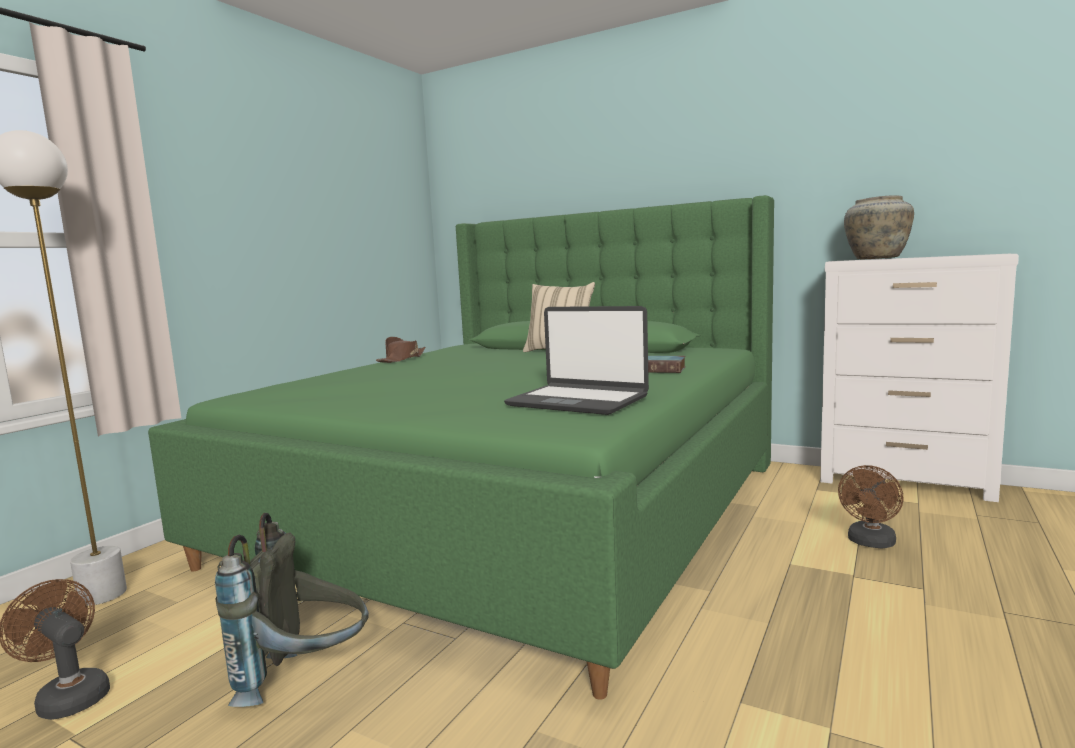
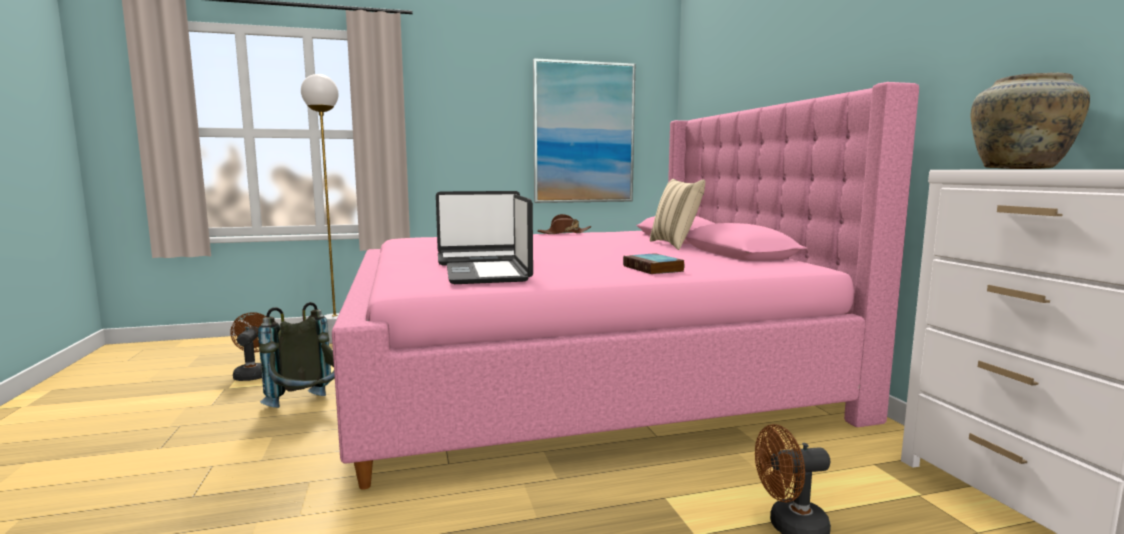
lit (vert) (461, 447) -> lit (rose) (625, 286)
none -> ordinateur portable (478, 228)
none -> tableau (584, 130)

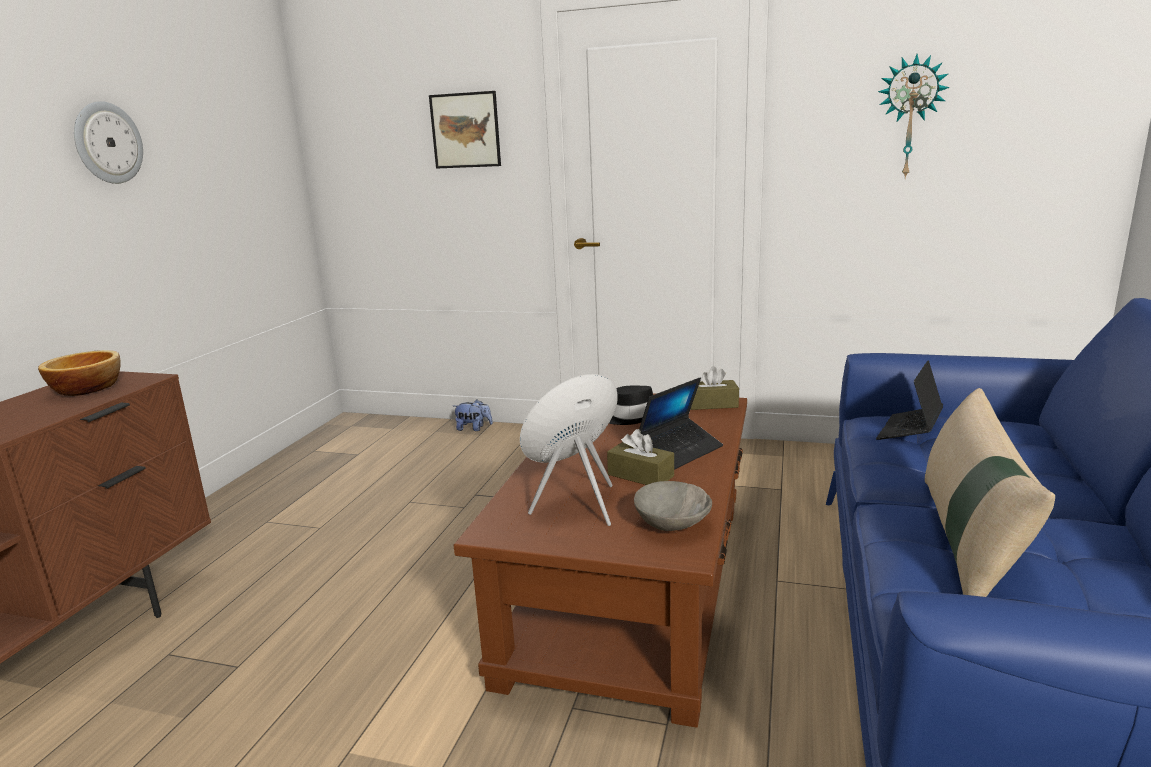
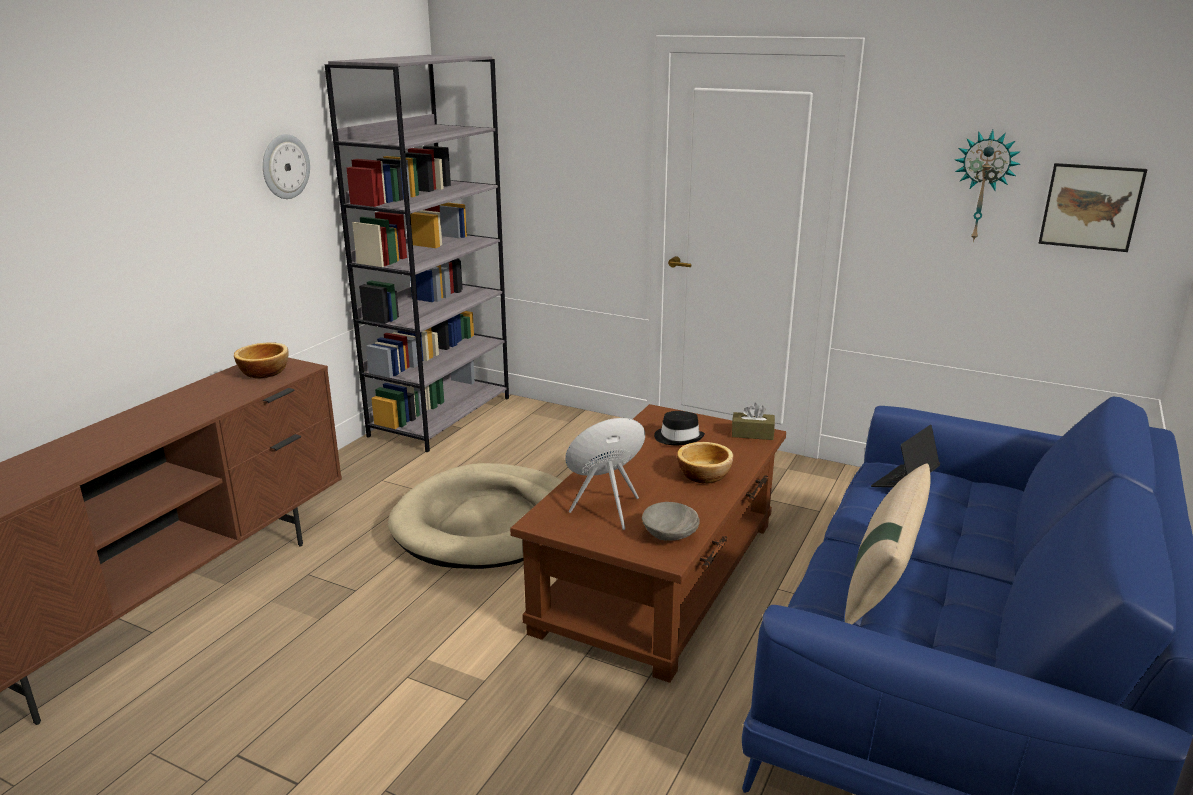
none -> bibliothèque (gris) (417, 253)
none -> panier pour chien (beige) (475, 516)
ordinateur portable (681, 424) -> bol (705, 462)
tableau (465, 130) -> tableau (1093, 207), relocated
peluche (473, 415) -> none
boîte à mouchoirs (marron) (640, 457) -> none

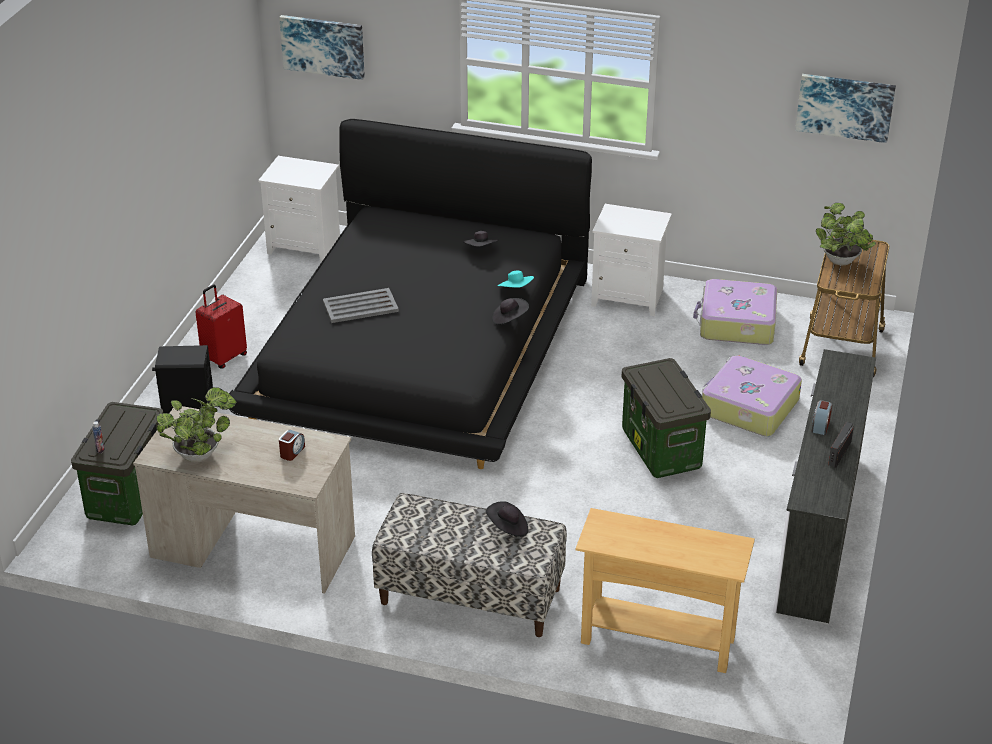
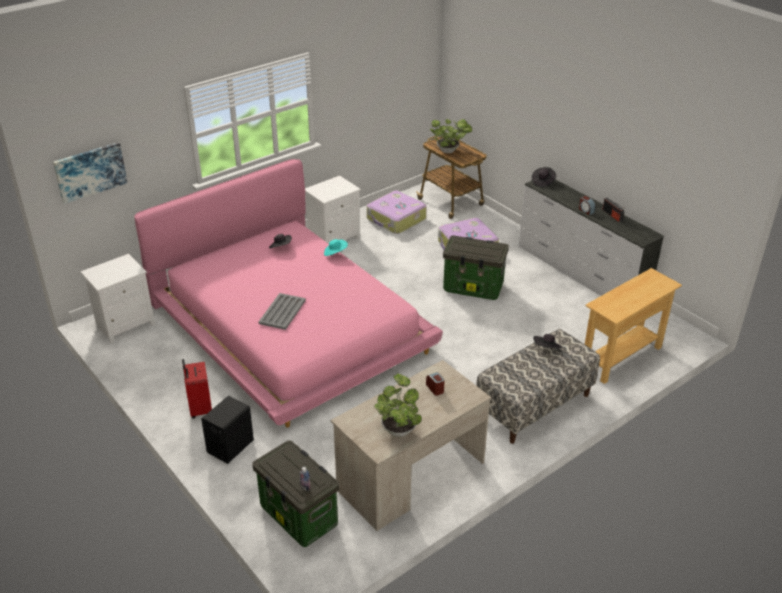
lit (noir) (410, 294) -> lit (rose) (288, 293)
chapeau (noir) (510, 311) -> chapeau (noir) (544, 177), relocated
tableau (845, 108) -> none

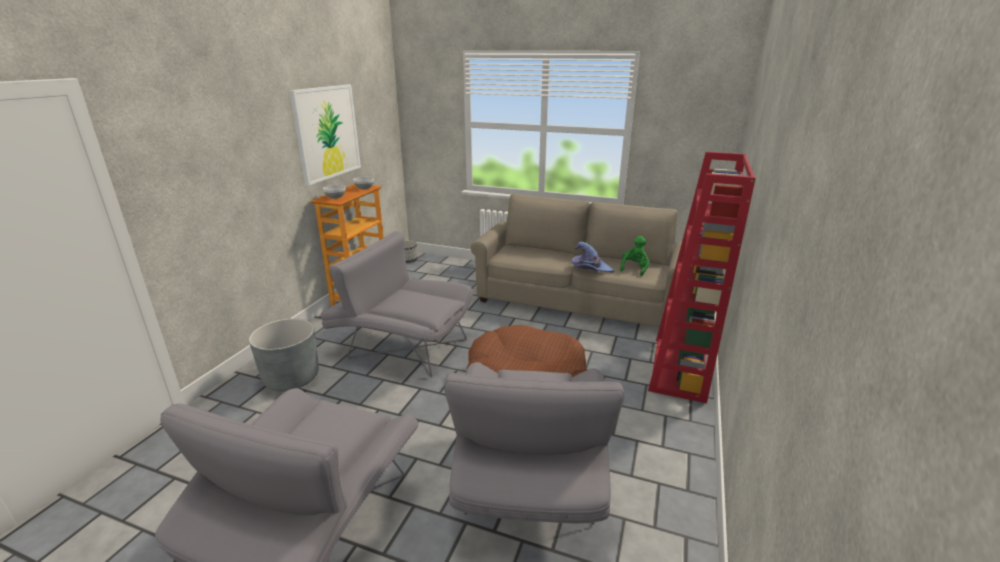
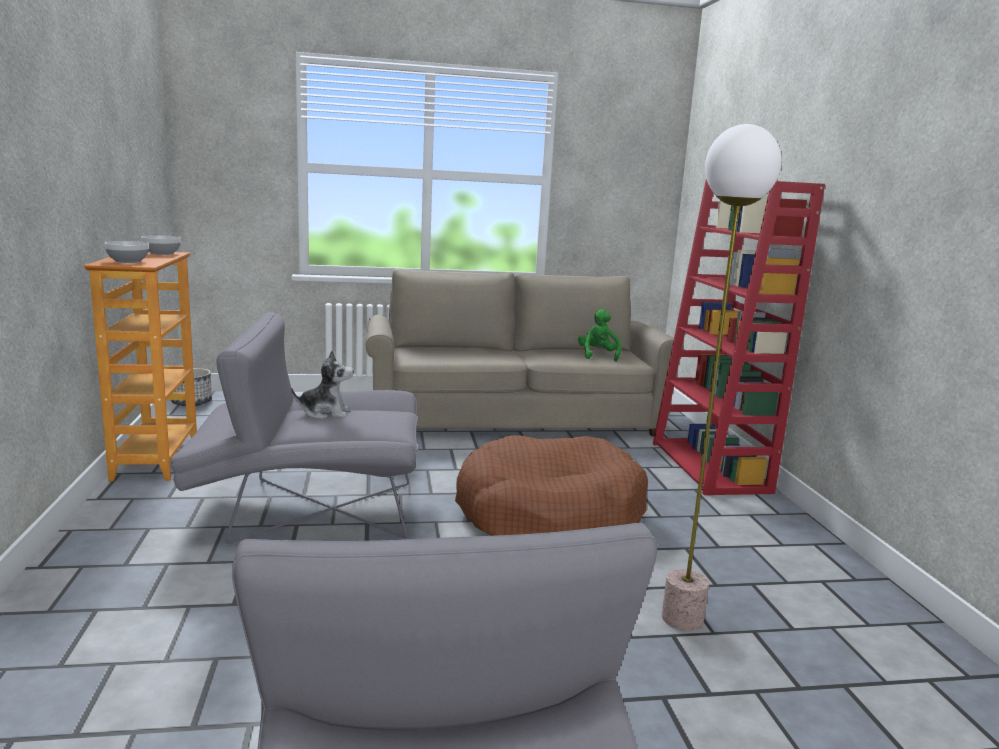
none -> peluche (322, 384)
fauteuil (gris) (534, 443) -> lampadaire (722, 377)
cache-pot (gris) (284, 354) -> none
tableau (325, 135) -> none
chapeau (violet) (593, 257) -> none

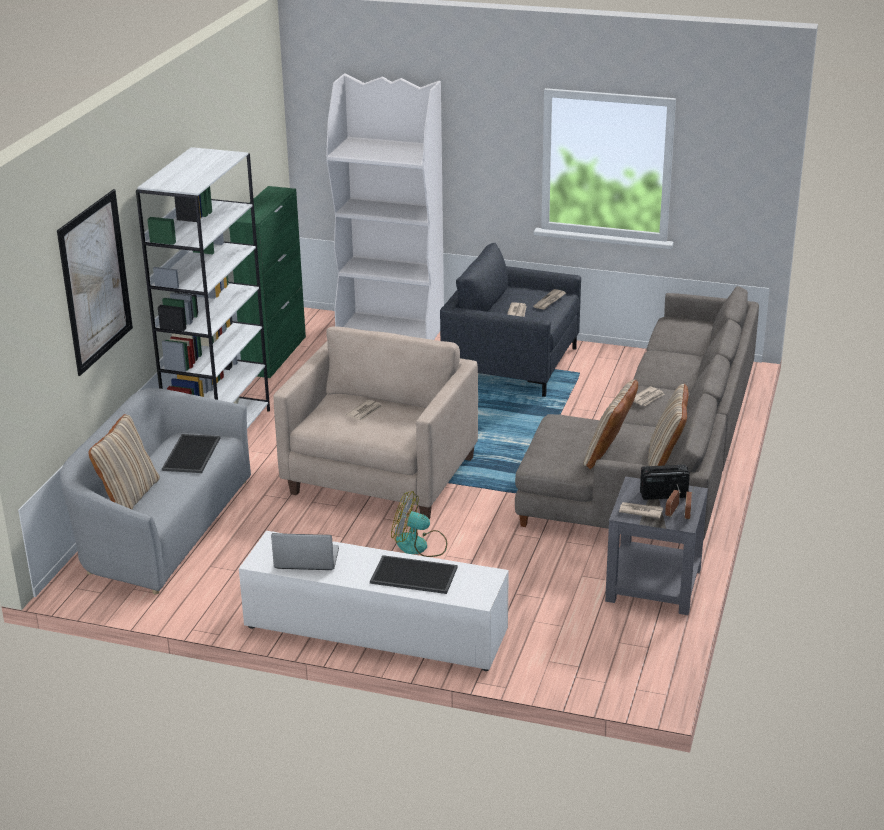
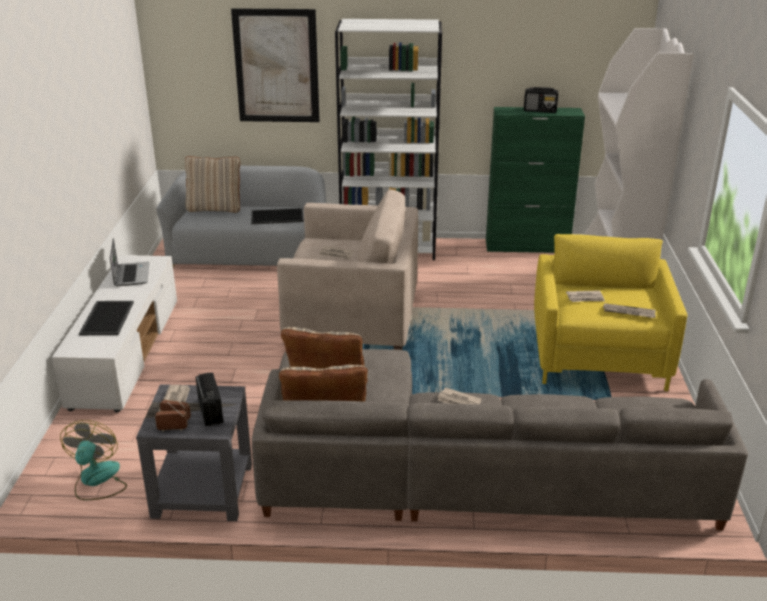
ventilateur (419, 524) -> ventilateur (93, 460), relocated
none -> radio (541, 100)
fauteuil (gris) (510, 320) -> fauteuil (jaune) (611, 312)

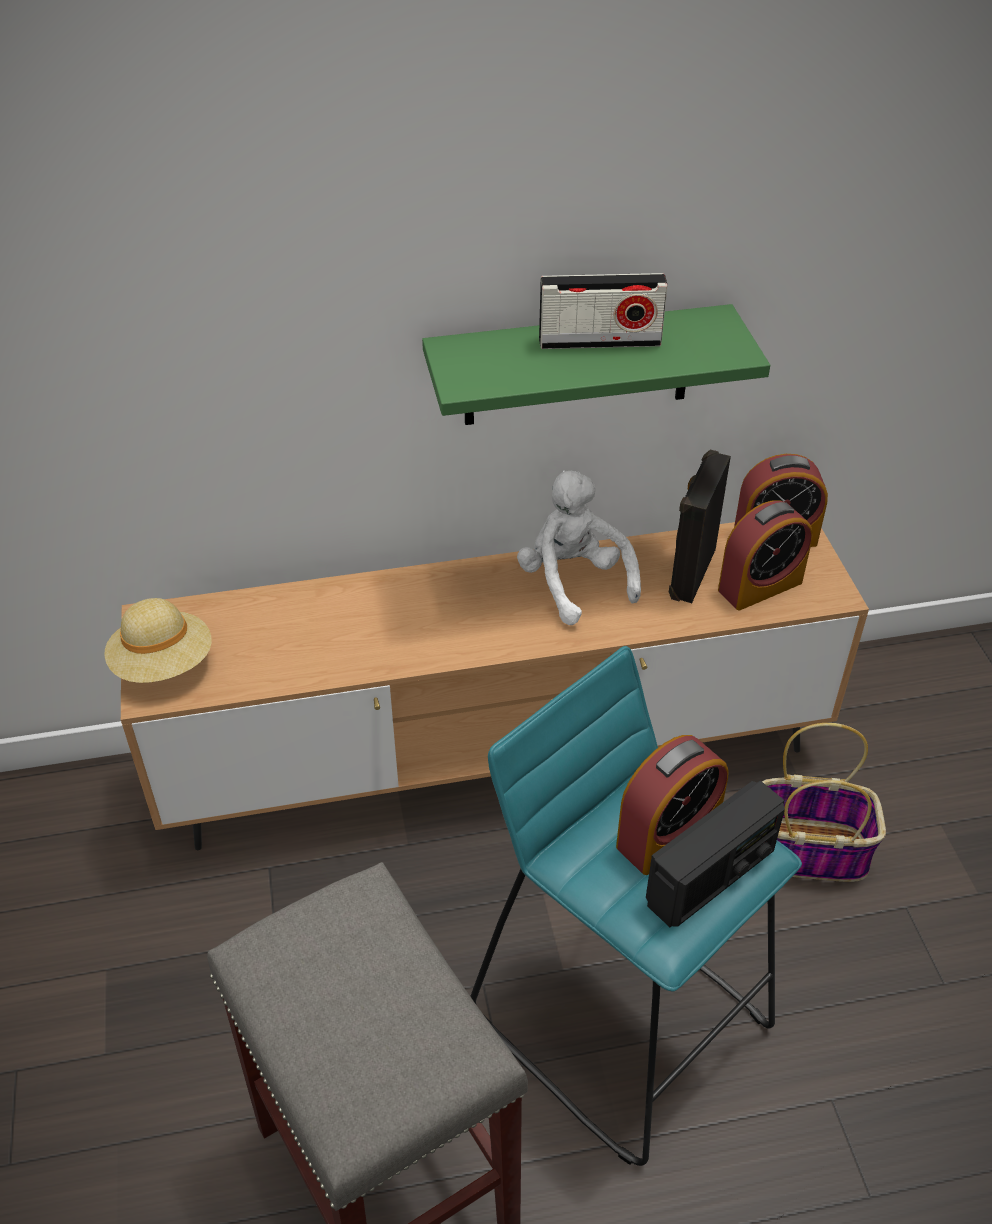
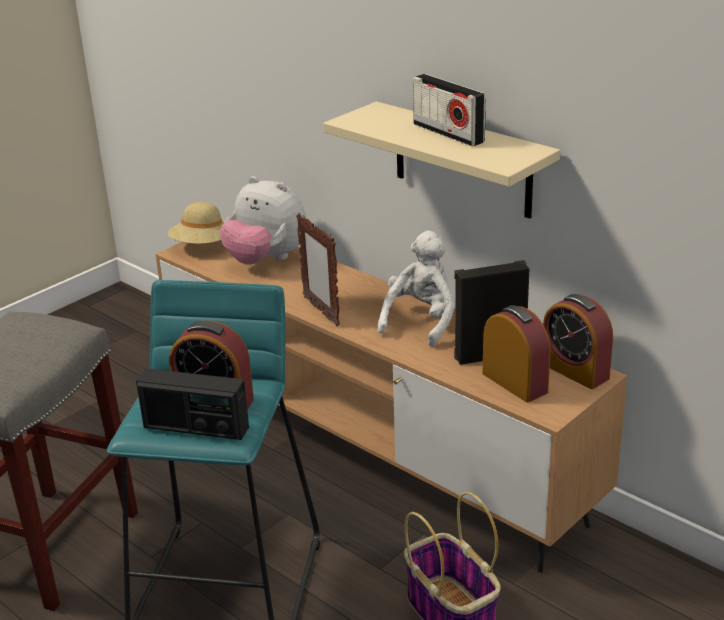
none -> peluche (263, 220)
none -> cadre photo (318, 270)
étagère (vert) (596, 364) -> étagère (beige) (441, 160)
réveil (765, 555) -> réveil (517, 353), 150 degrees counterclockwise

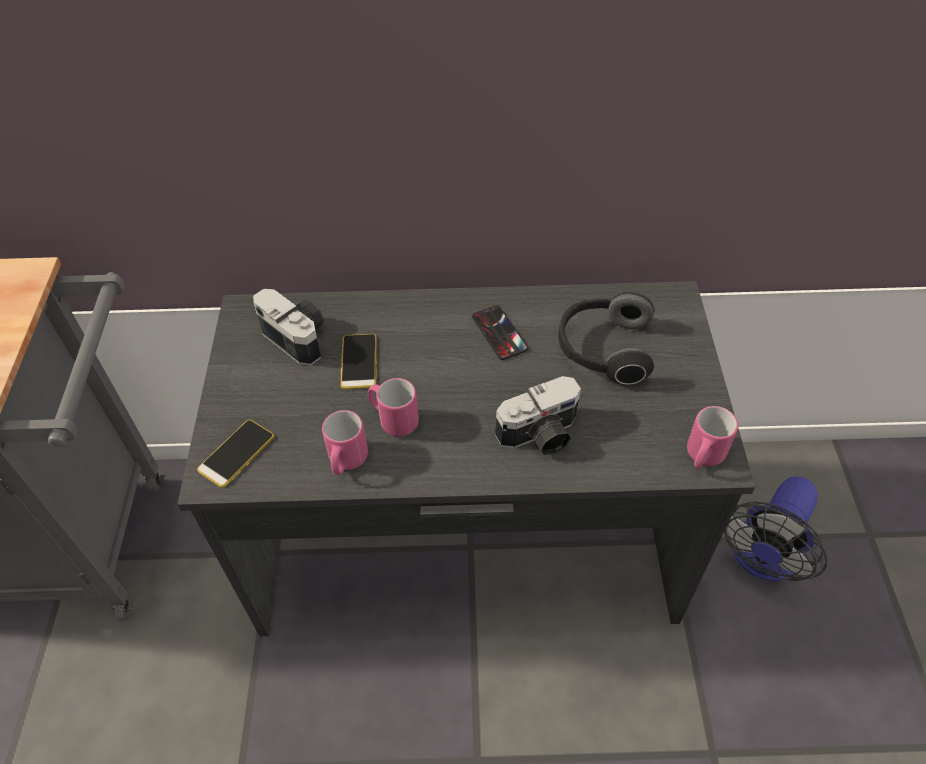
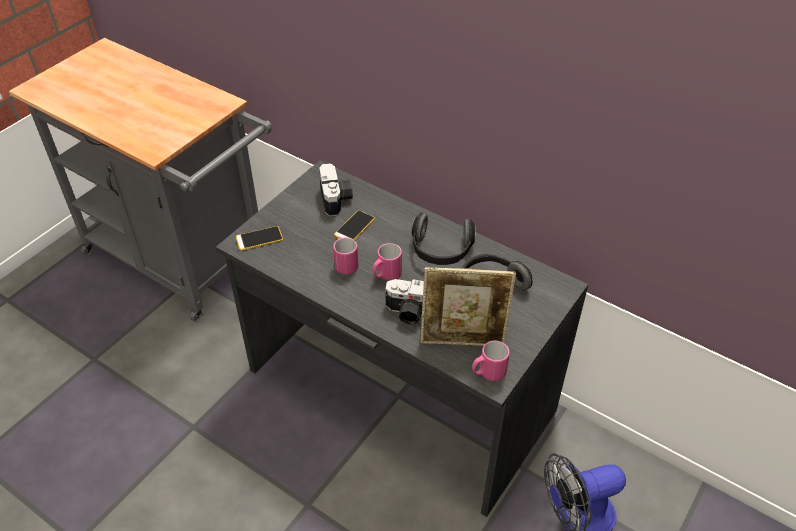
mug (rose) (345, 442) -> mug (rose) (387, 261), relocated
téléphone (500, 332) -> casque audio (443, 239)
none -> cadre photo (468, 306)

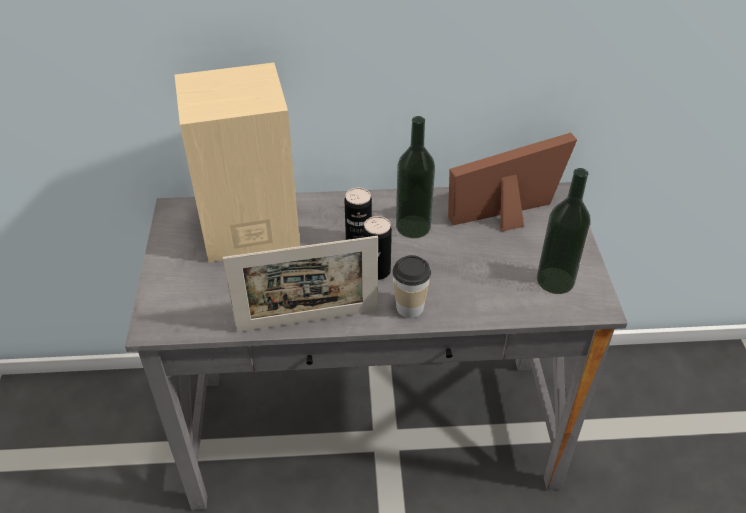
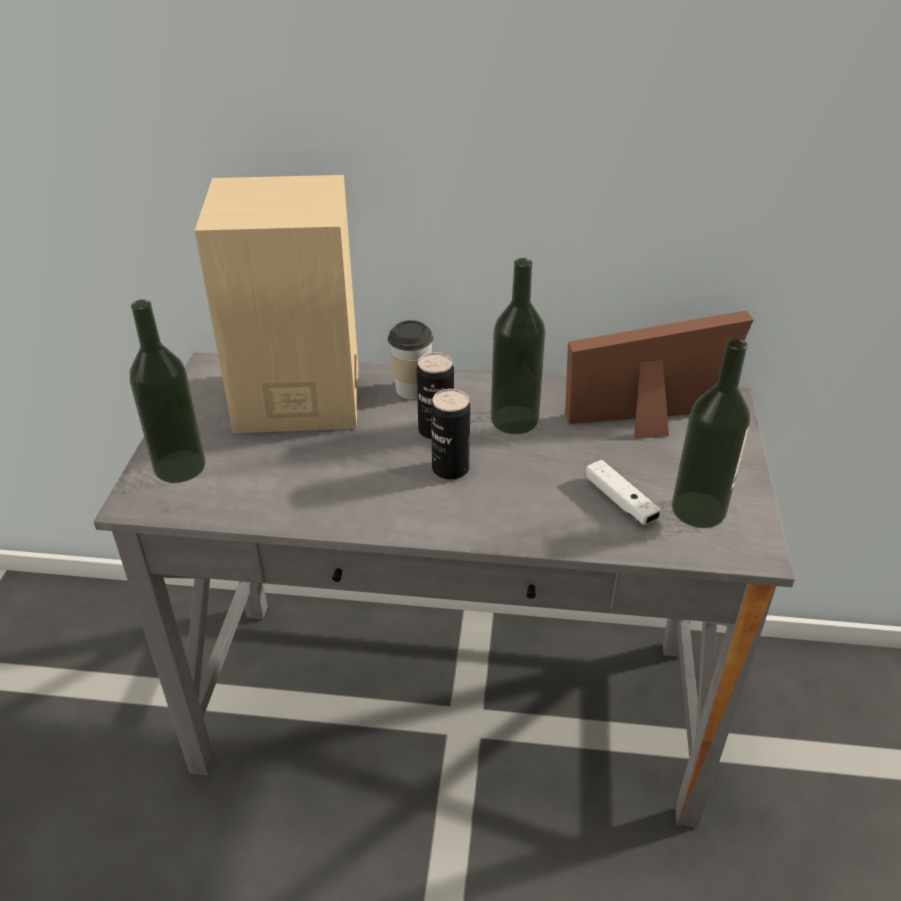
none -> bouteille (168, 391)
tasse (411, 286) -> tasse (410, 359), relocated
none -> manette (blanc) (623, 492)
cadre photo (300, 284) -> none

